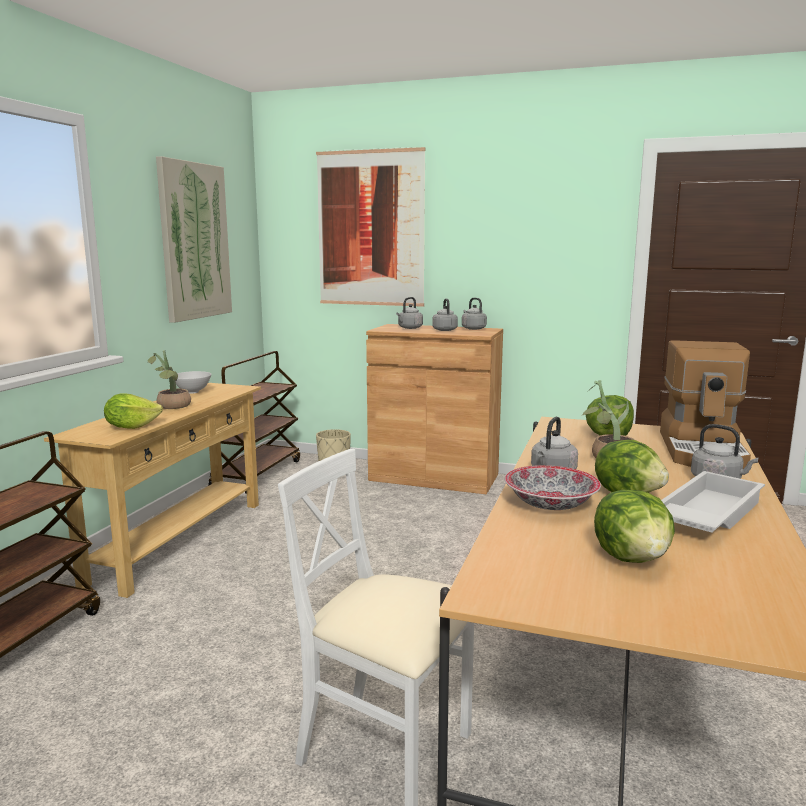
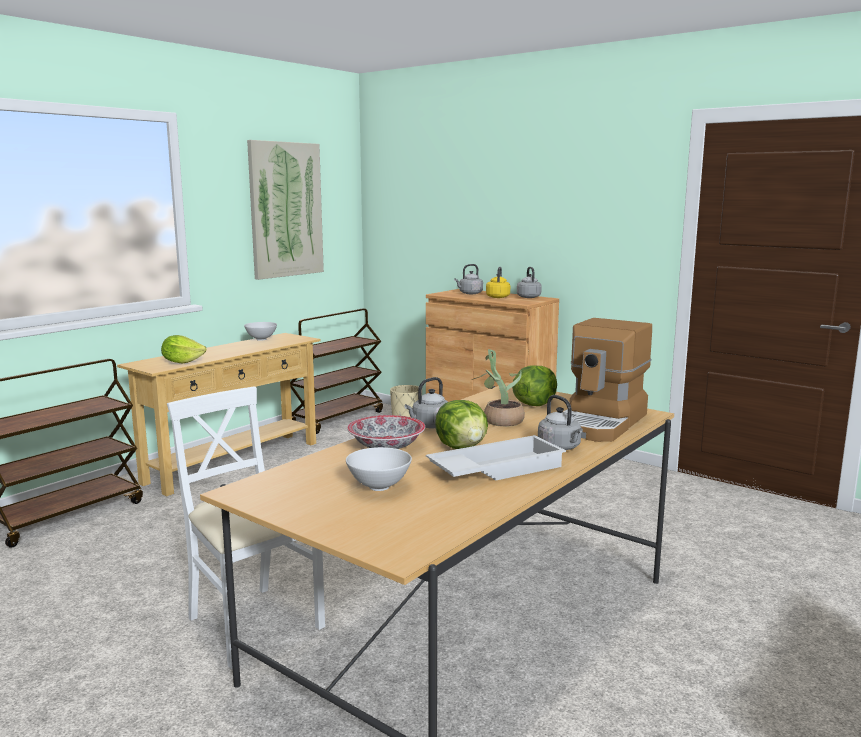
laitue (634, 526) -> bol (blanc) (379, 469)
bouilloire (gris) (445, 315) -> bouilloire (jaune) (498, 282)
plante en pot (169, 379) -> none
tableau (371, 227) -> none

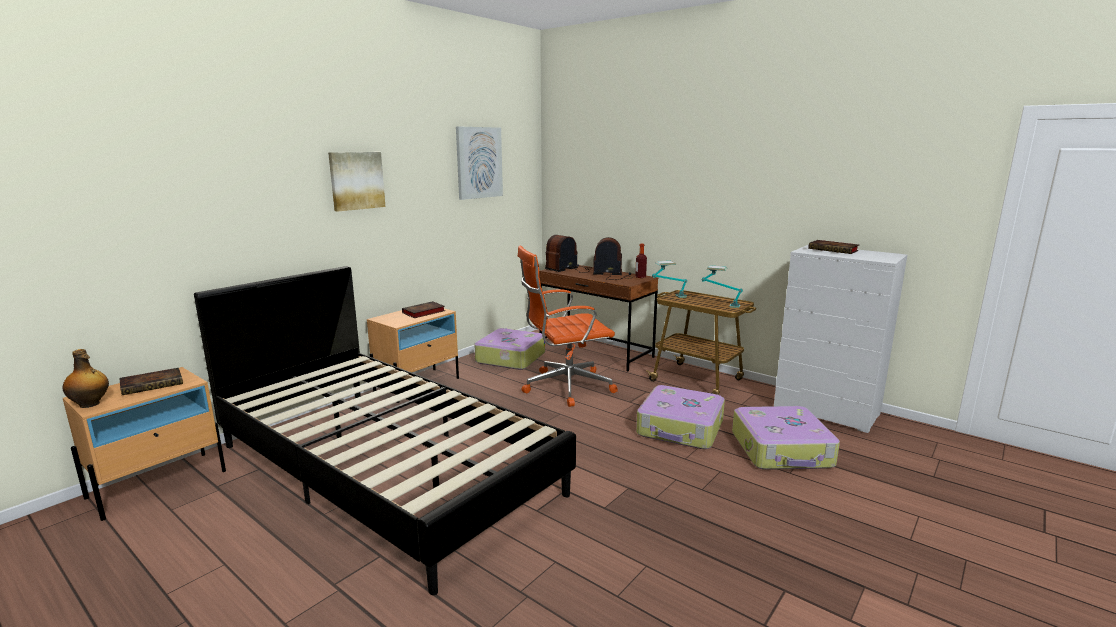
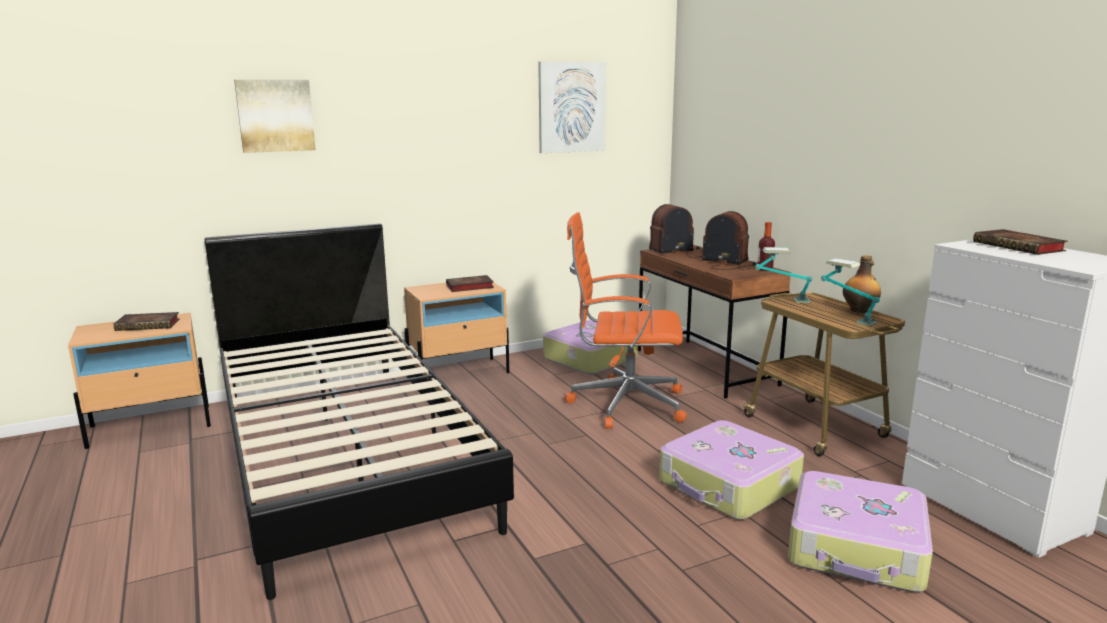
tableau (356, 182) -> tableau (275, 116), relocated
bouteille (86, 378) -> bouteille (862, 284), relocated

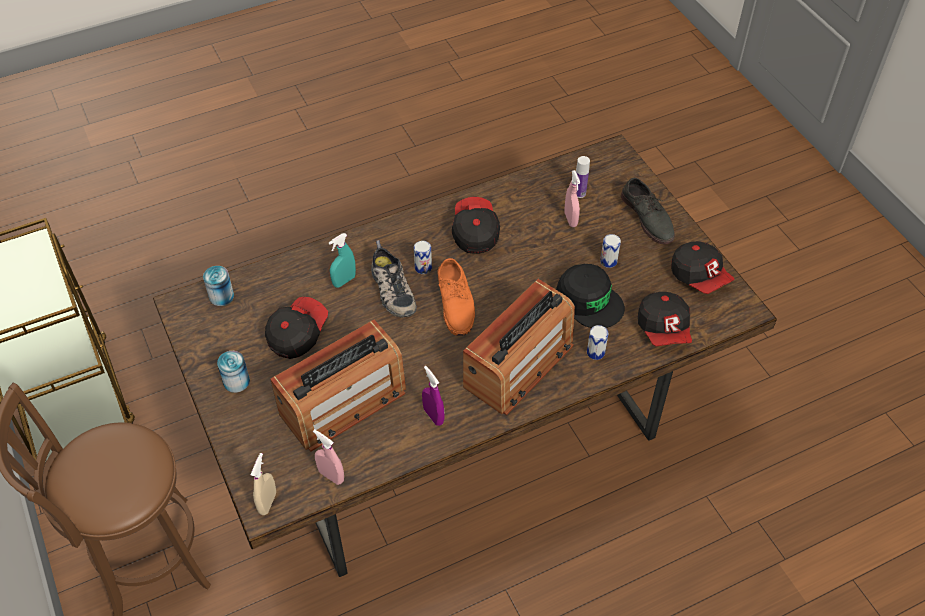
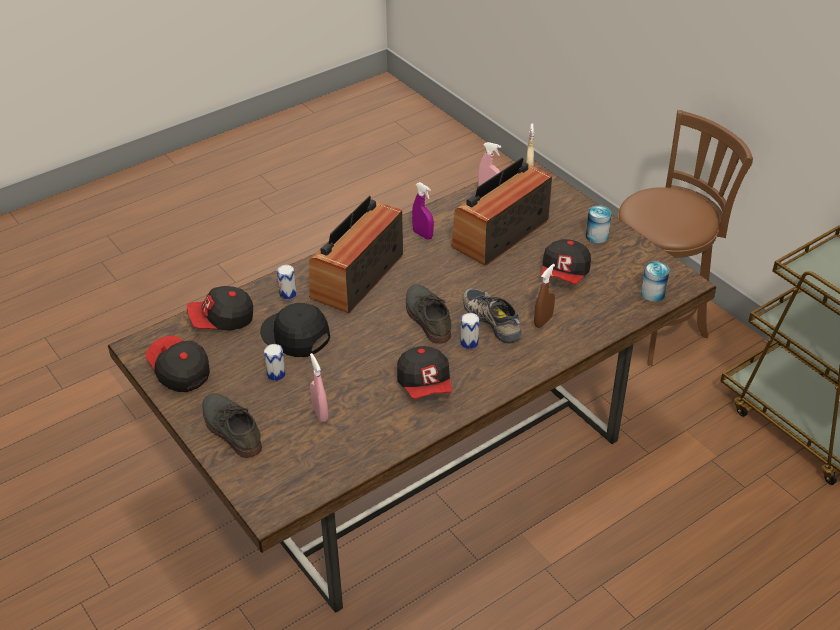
casquette (665, 319) -> casquette (220, 308), 90 degrees counterclockwise
chaussure (orange) (456, 297) -> chaussure (gris) (428, 314)
vaporisateur (turquoise) (342, 260) -> vaporisateur (marron) (544, 296)
bouteille (583, 177) -> none

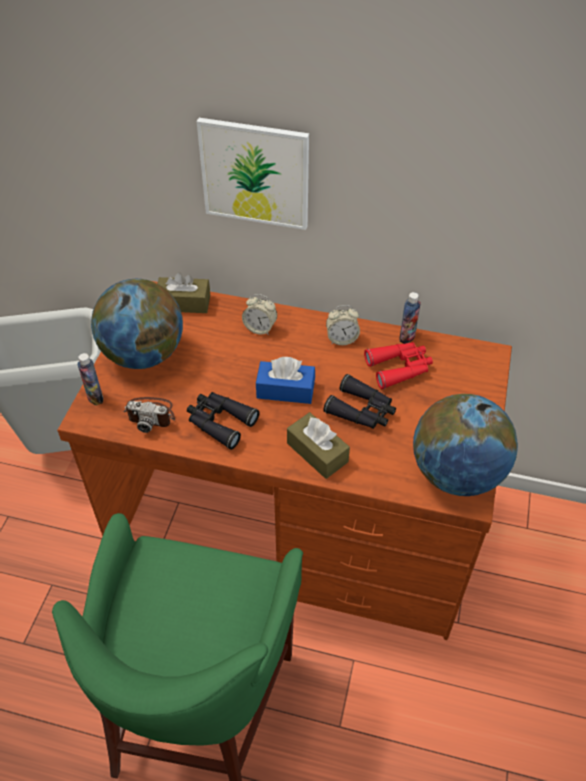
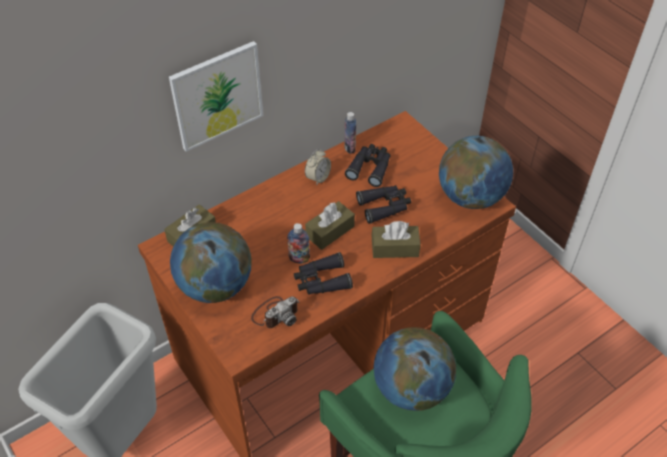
bouteille (90, 379) -> bouteille (298, 243), relocated
boîte à mouchoirs (bleu) (285, 380) -> boîte à mouchoirs (marron) (330, 225)
jumelles (rouge) (398, 365) -> jumelles (noir) (368, 165)
none -> globe (415, 369)
réveil (259, 314) -> none

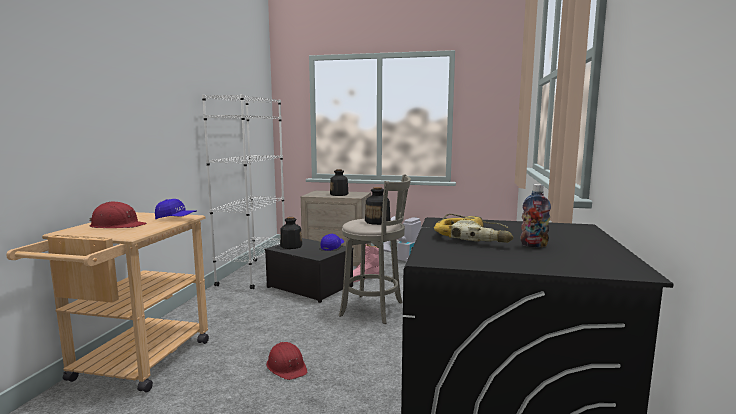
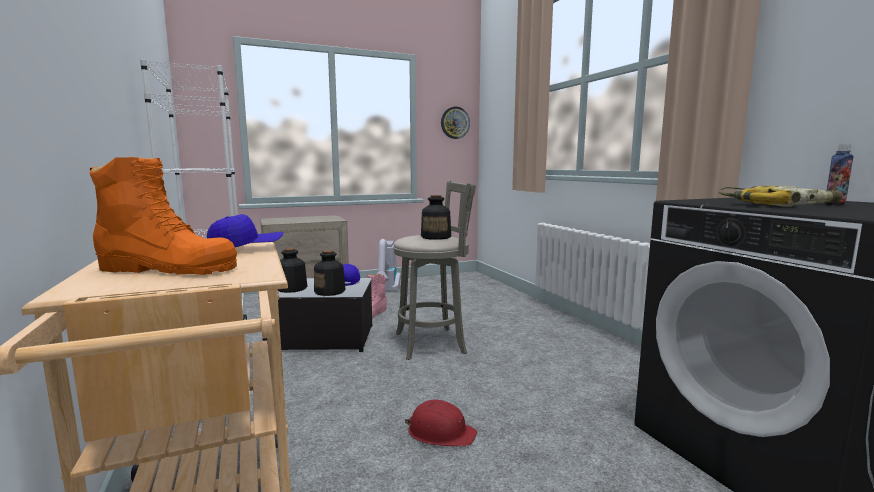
casque de chantier (rouge) (118, 215) -> botte (orange) (163, 216)
bouteille (339, 182) -> bouteille (330, 273), relocated
none -> horloge murale (455, 123)

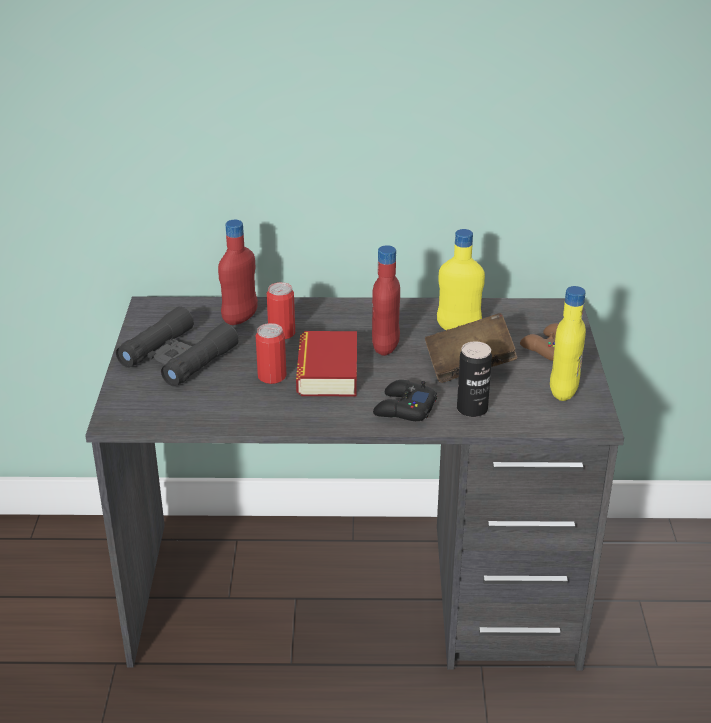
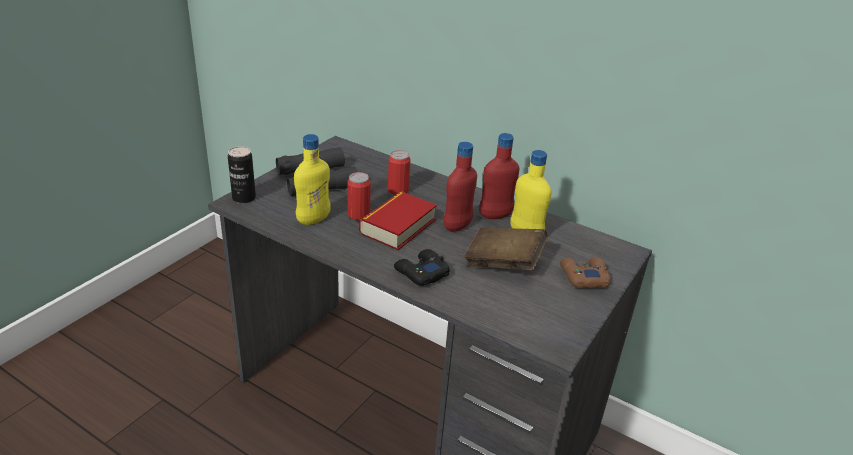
boîte métallique (474, 379) -> boîte métallique (242, 175), relocated
bouteille (jaune) (568, 343) -> bouteille (jaune) (312, 179), relocated
bouteille (rouge) (238, 272) -> bouteille (rouge) (499, 176), relocated

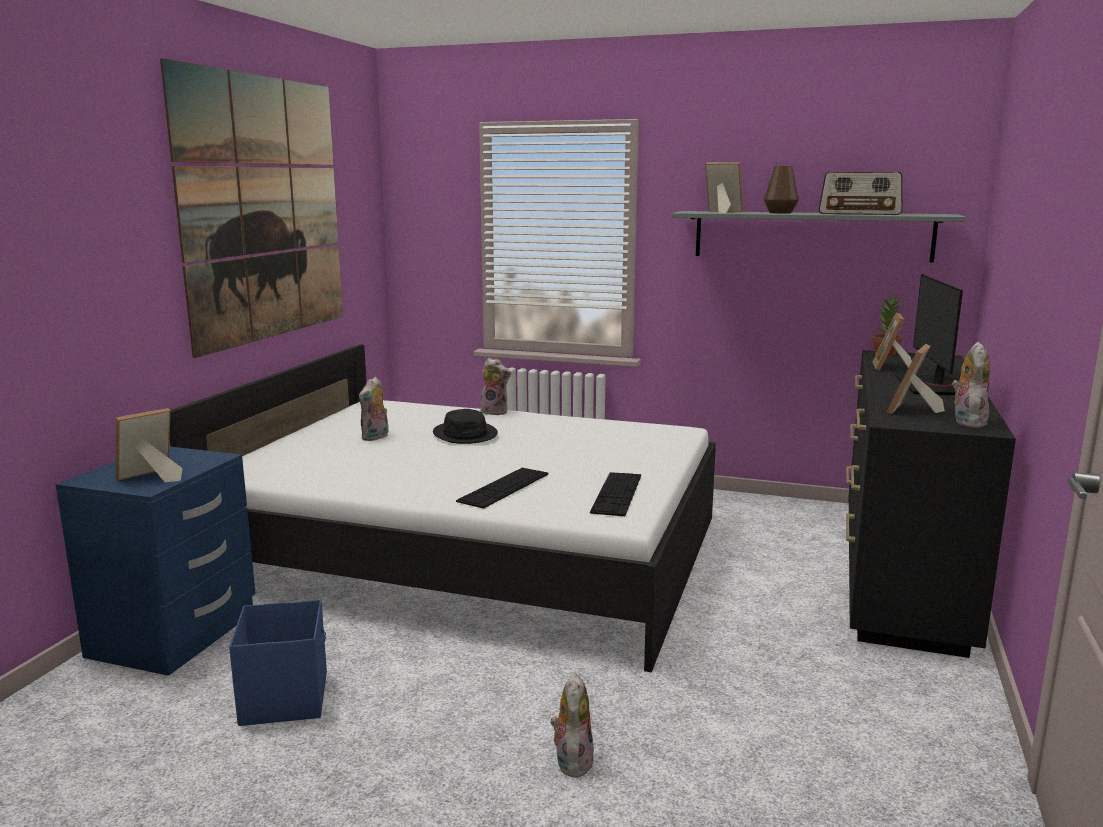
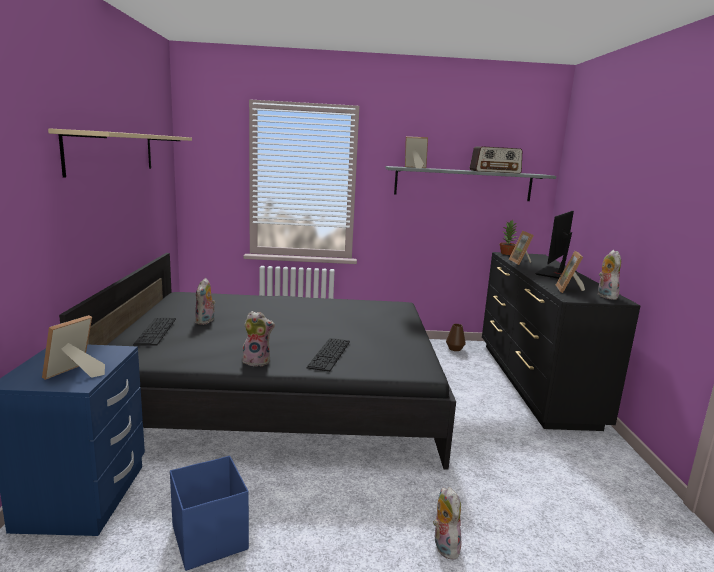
tableau (251, 208) -> étagère (beige) (120, 153)
lit (blanc) (443, 508) -> lit (noir) (257, 361)
clavier (615, 494) -> clavier (154, 332), relocated
peluche (495, 386) -> peluche (257, 338), relocated
vase (marron) (781, 189) -> vase (marron) (456, 337), relocated
écran d'ordinateur (929, 334) -> écran d'ordinateur (556, 245), 45 degrees clockwise
chapeau (noir) (465, 426) -> none

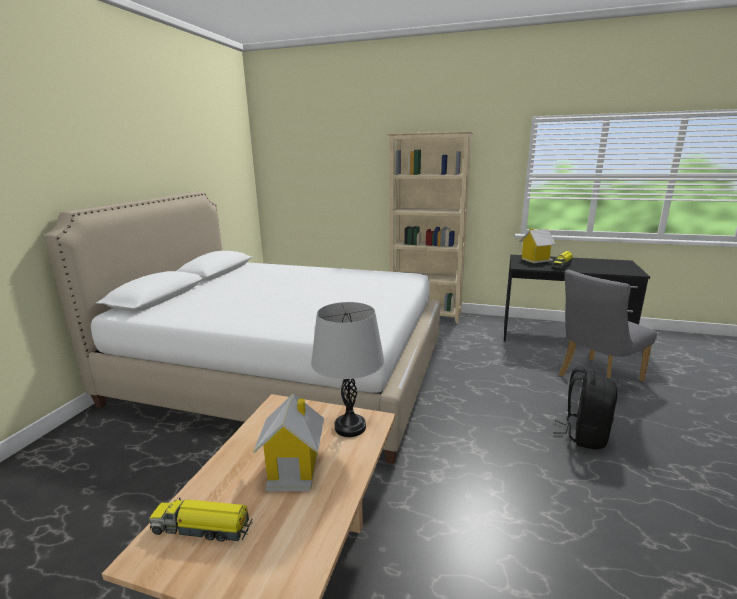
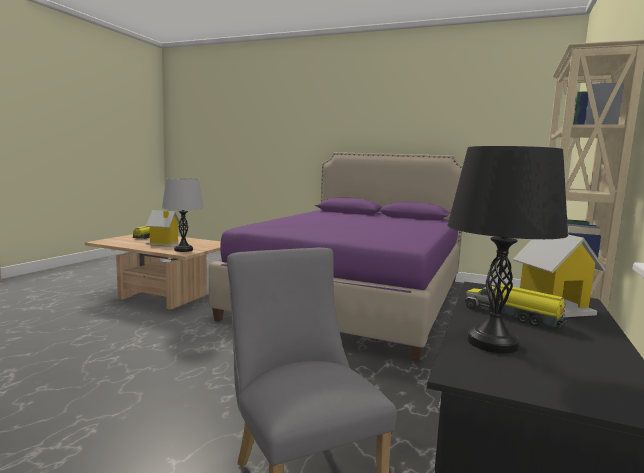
lit (blanc) (242, 328) -> lit (violet) (336, 257)
none -> lampe de table (noir) (507, 250)
sac à dos (noir) (585, 408) -> none

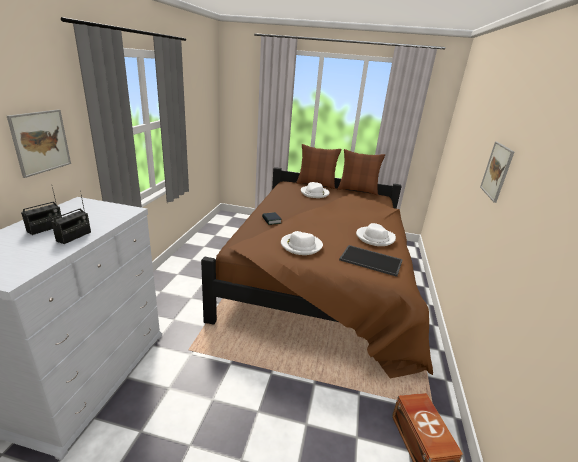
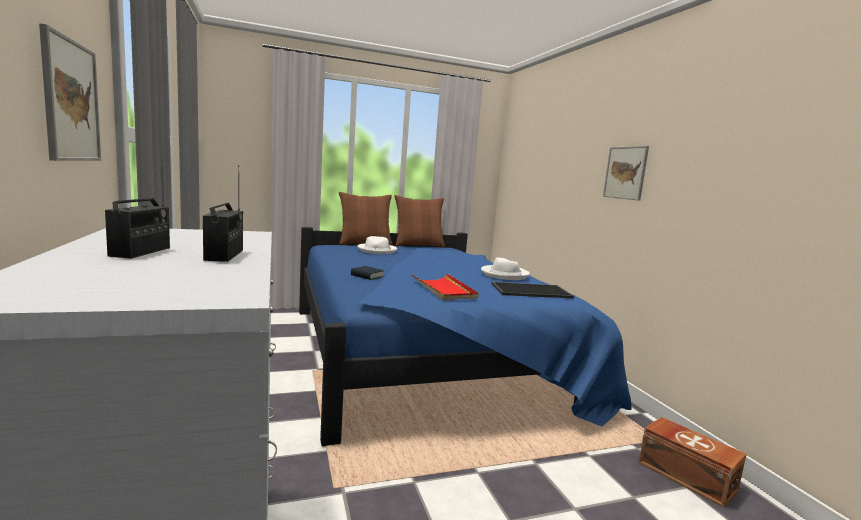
lit (marron) (317, 272) -> lit (bleu) (465, 336)
chapeau (blanc) (302, 243) -> plateau (rouge) (445, 287)

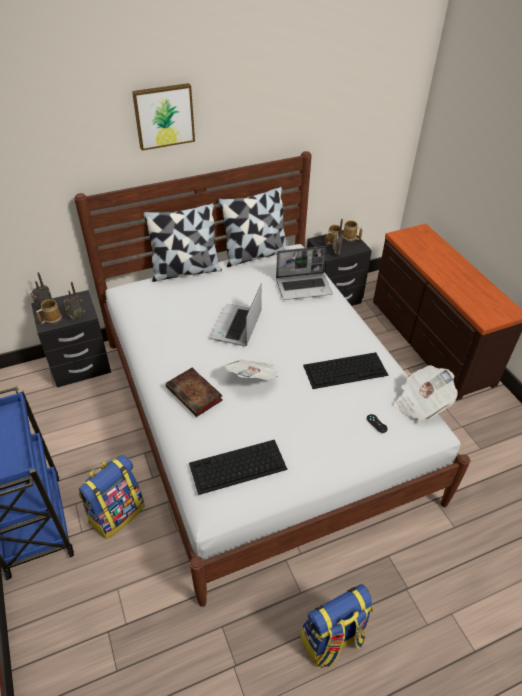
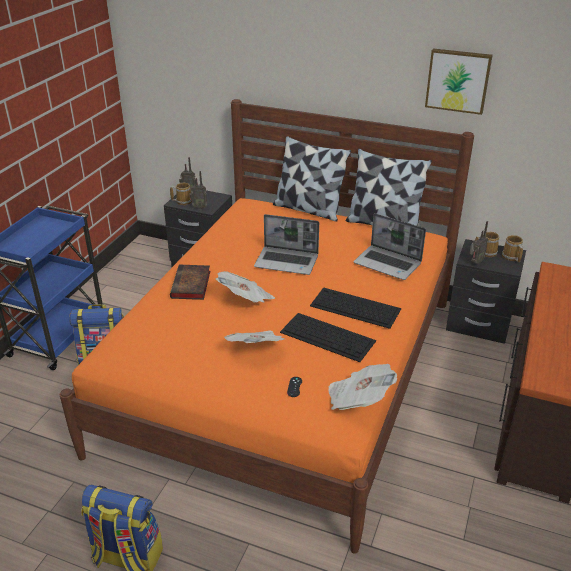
lit (blanc) (272, 379) -> lit (orange) (267, 326)
none -> journal (254, 337)
ordinateur portable (236, 314) -> ordinateur portable (286, 244), 135 degrees counterclockwise
clavier (238, 467) -> clavier (355, 308), relocated
tableau (163, 116) -> tableau (459, 81), relocated

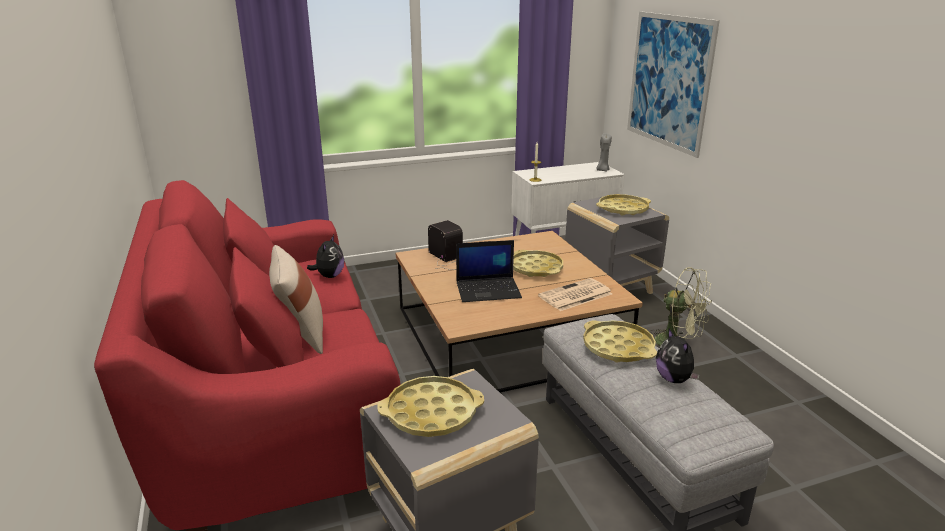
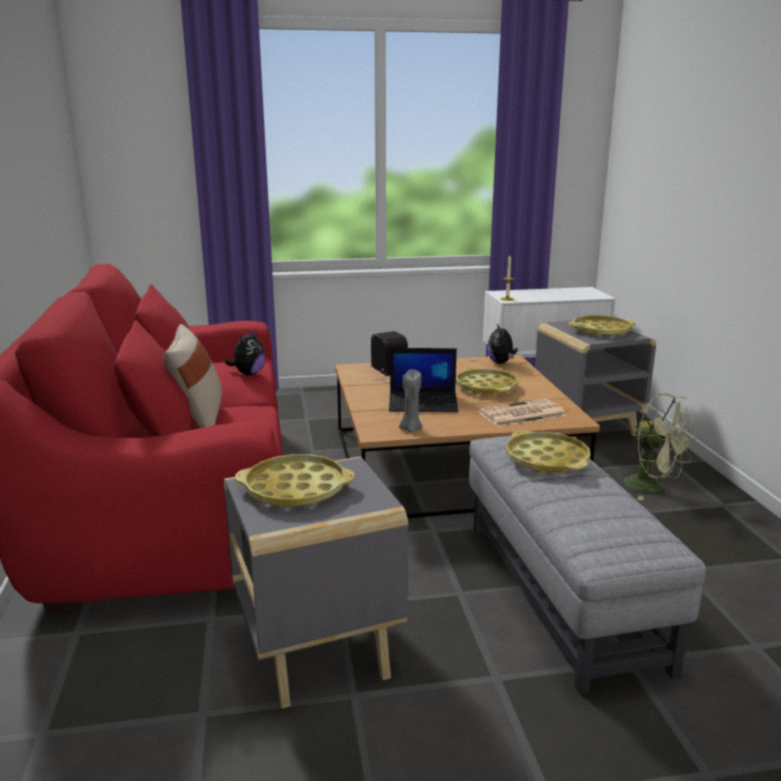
bougie (gris) (604, 152) -> bougie (gris) (410, 401), relocated
peluche (678, 356) -> peluche (502, 343), relocated
tableau (673, 84) -> none

